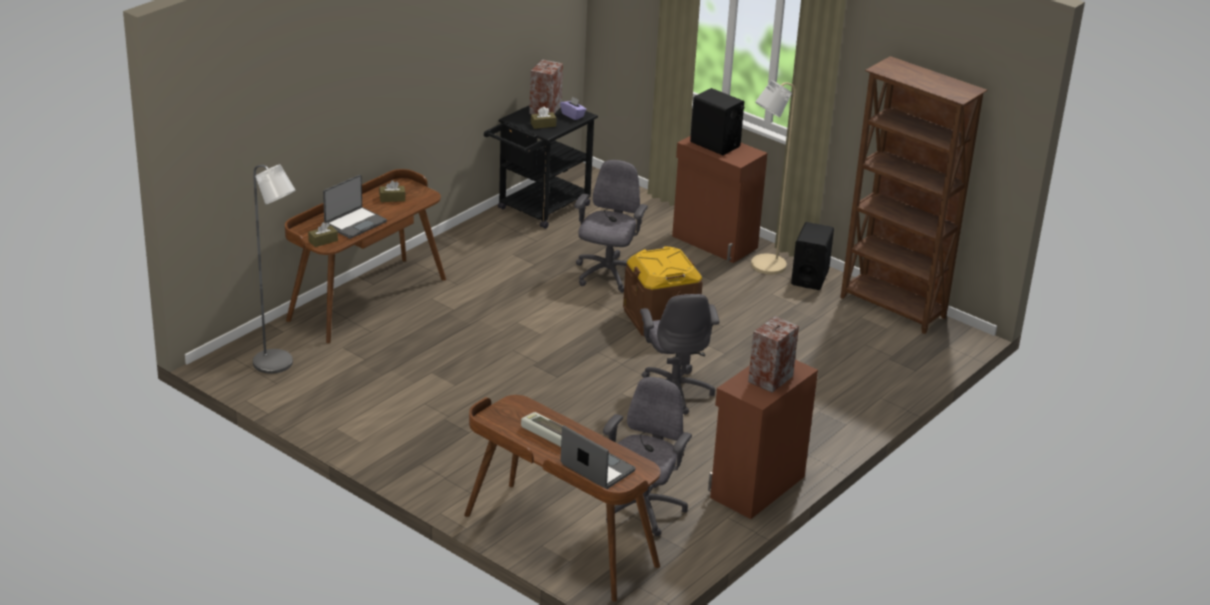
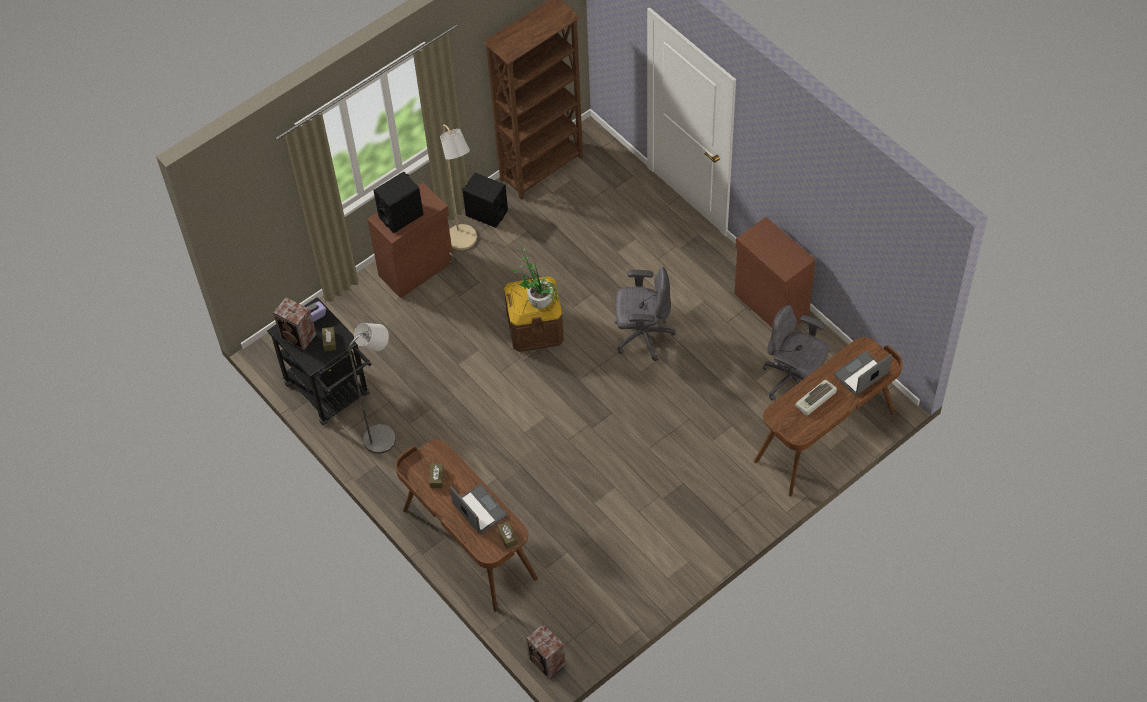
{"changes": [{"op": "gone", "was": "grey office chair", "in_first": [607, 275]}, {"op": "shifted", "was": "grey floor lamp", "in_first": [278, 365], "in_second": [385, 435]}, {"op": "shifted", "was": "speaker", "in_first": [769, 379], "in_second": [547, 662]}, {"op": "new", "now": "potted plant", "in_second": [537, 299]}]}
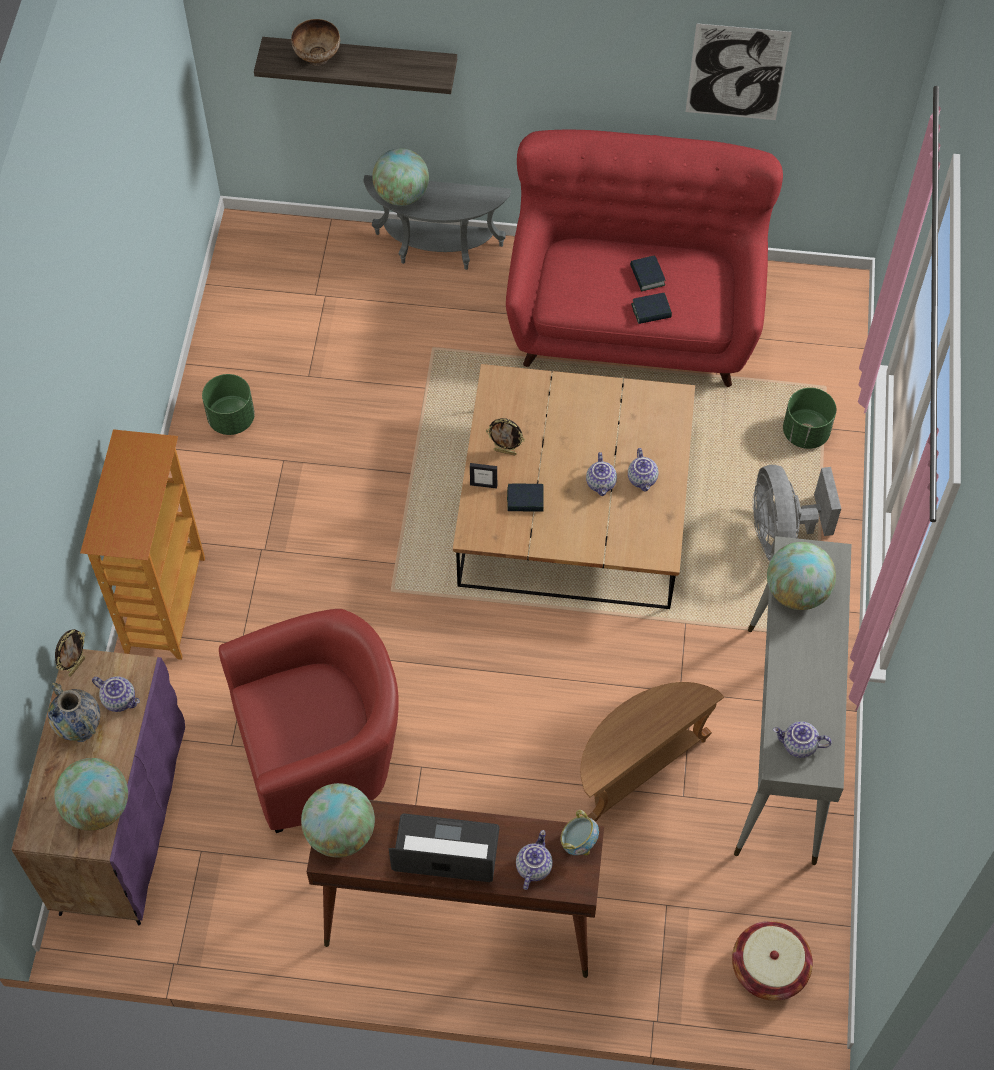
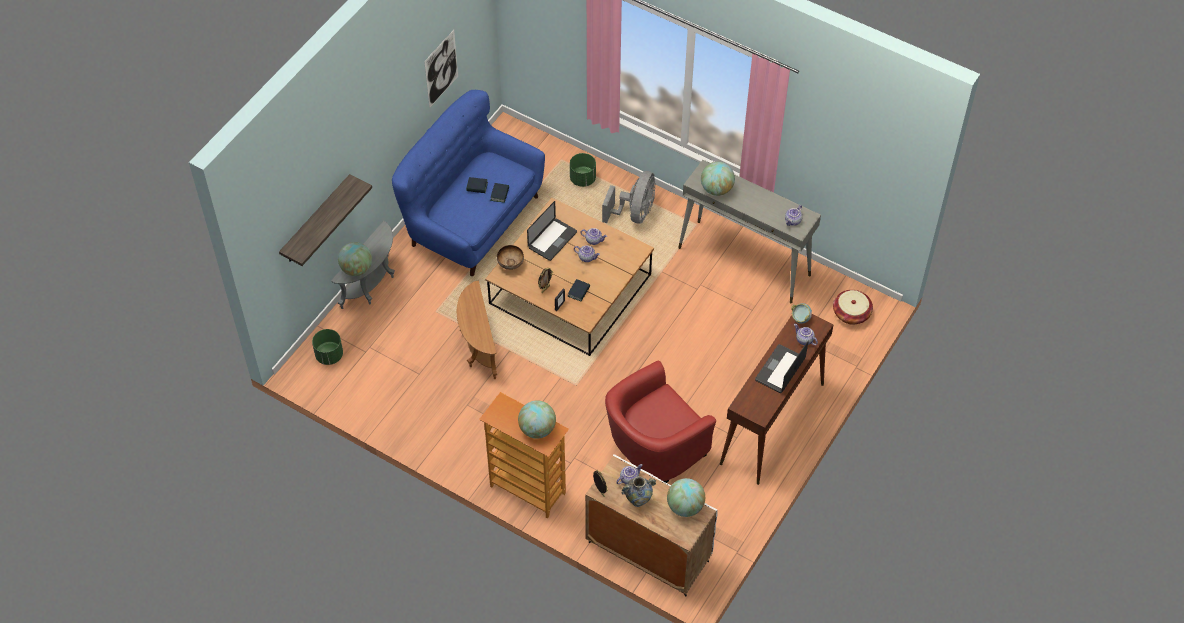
{"changes": [{"op": "shifted", "was": "bowl", "in_first": [317, 57], "in_second": [510, 265]}, {"op": "repainted", "was": "red sofa", "now": "blue sofa", "in_first": [633, 318], "in_second": [471, 218]}, {"op": "shifted", "was": "green planter", "in_first": [231, 418], "in_second": [329, 355]}, {"op": "rotated", "was": "grey fan", "in_first": [781, 535], "in_second": [634, 213], "clockwise": -90}, {"op": "rotated", "was": "red armchair", "in_first": [322, 753], "in_second": [653, 448], "clockwise": -135}, {"op": "repainted", "was": "purple cabinet", "now": "white cabinet", "in_first": [121, 822], "in_second": [647, 551]}, {"op": "shifted", "was": "brown side table", "in_first": [636, 769], "in_second": [478, 348]}, {"op": "shifted", "was": "globe", "in_first": [340, 833], "in_second": [537, 429]}, {"op": "new", "now": "laptop", "in_second": [552, 240]}]}
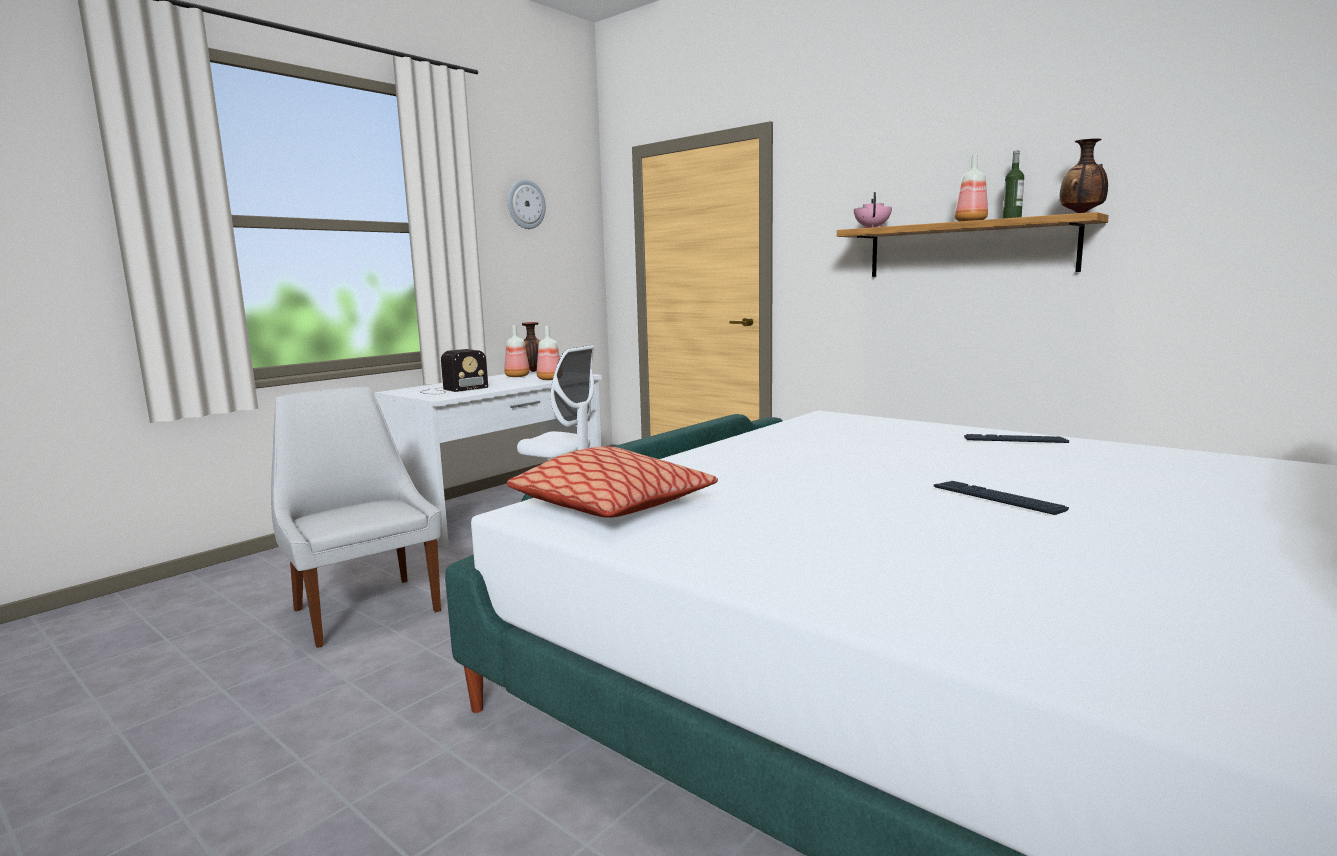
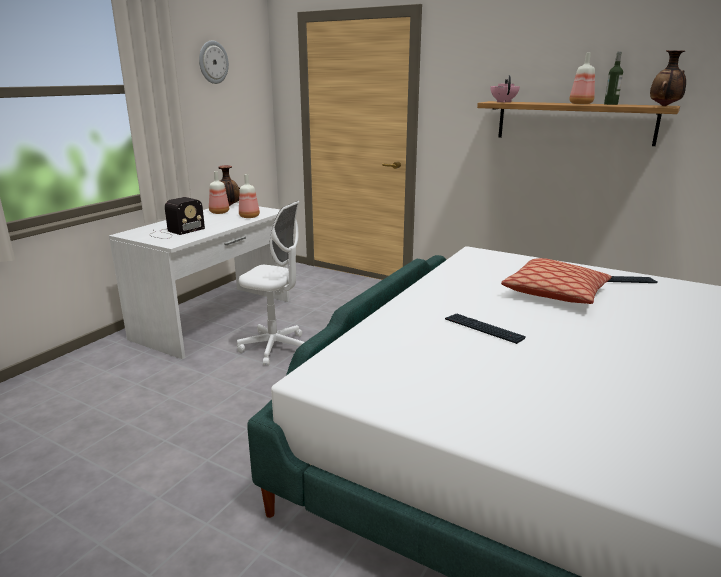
{"changes": [{"op": "gone", "was": "white chair", "in_first": [365, 608]}, {"op": "shifted", "was": "pillow", "in_first": [613, 506], "in_second": [555, 293]}, {"op": "shifted", "was": "keyboard", "in_first": [997, 499], "in_second": [483, 329]}]}
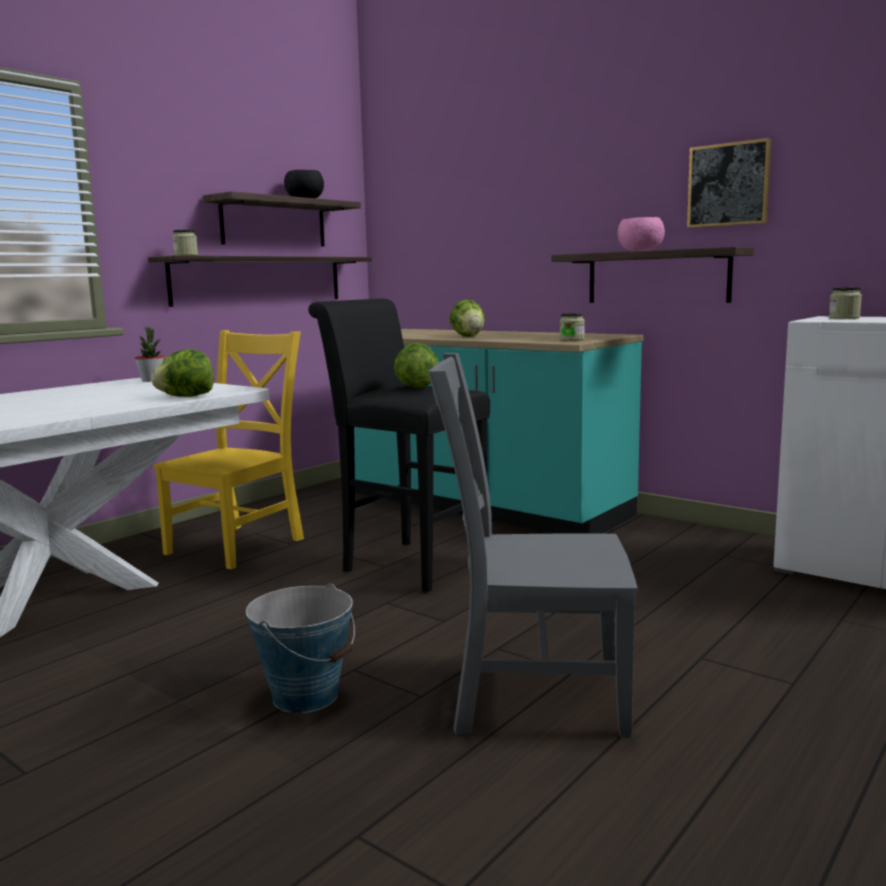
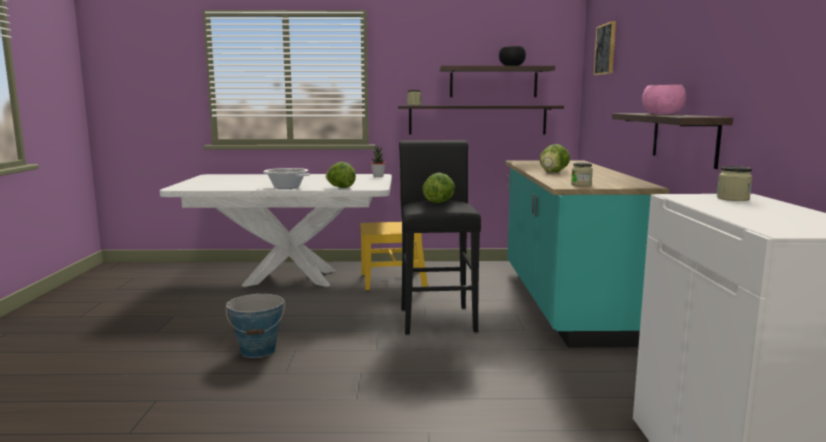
{"changes": [{"op": "shifted", "was": "picture", "in_first": [728, 184], "in_second": [606, 49]}, {"op": "gone", "was": "grey chair", "in_first": [529, 694]}, {"op": "new", "now": "cooking pot", "in_second": [286, 187]}]}
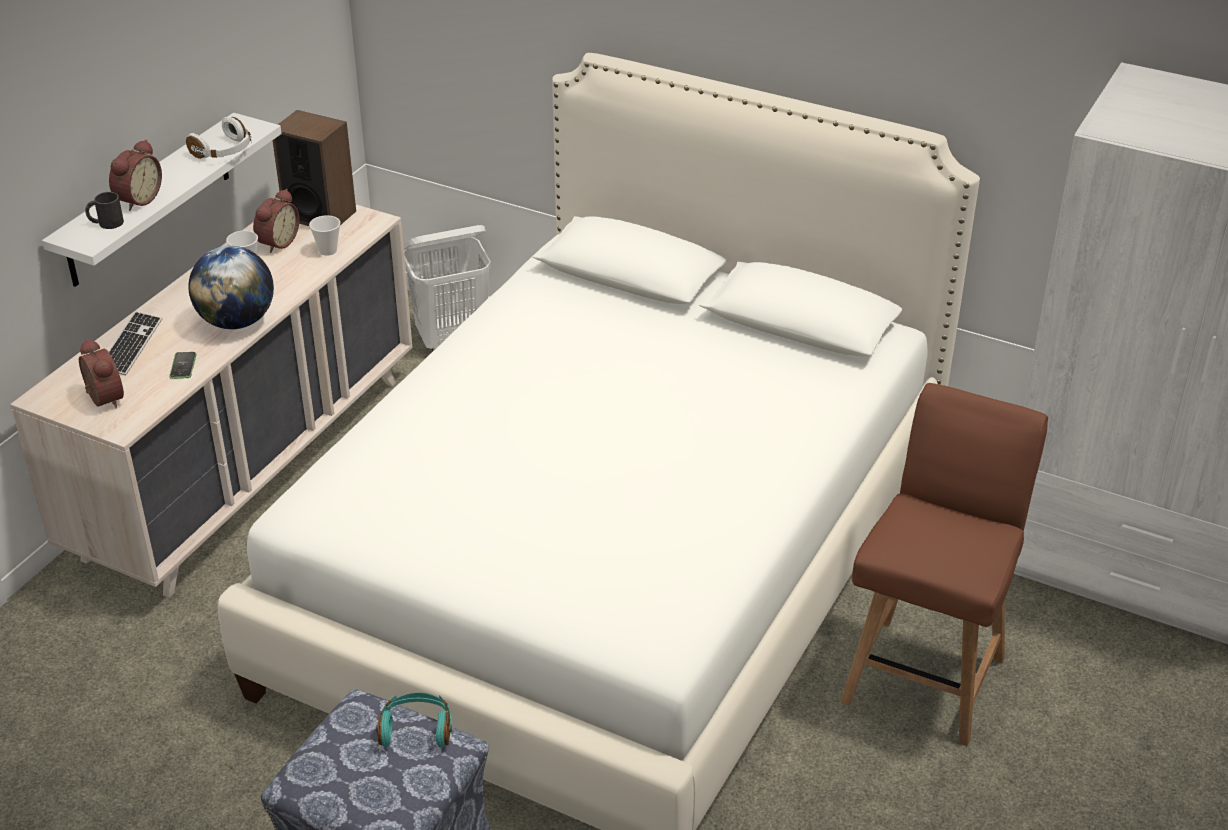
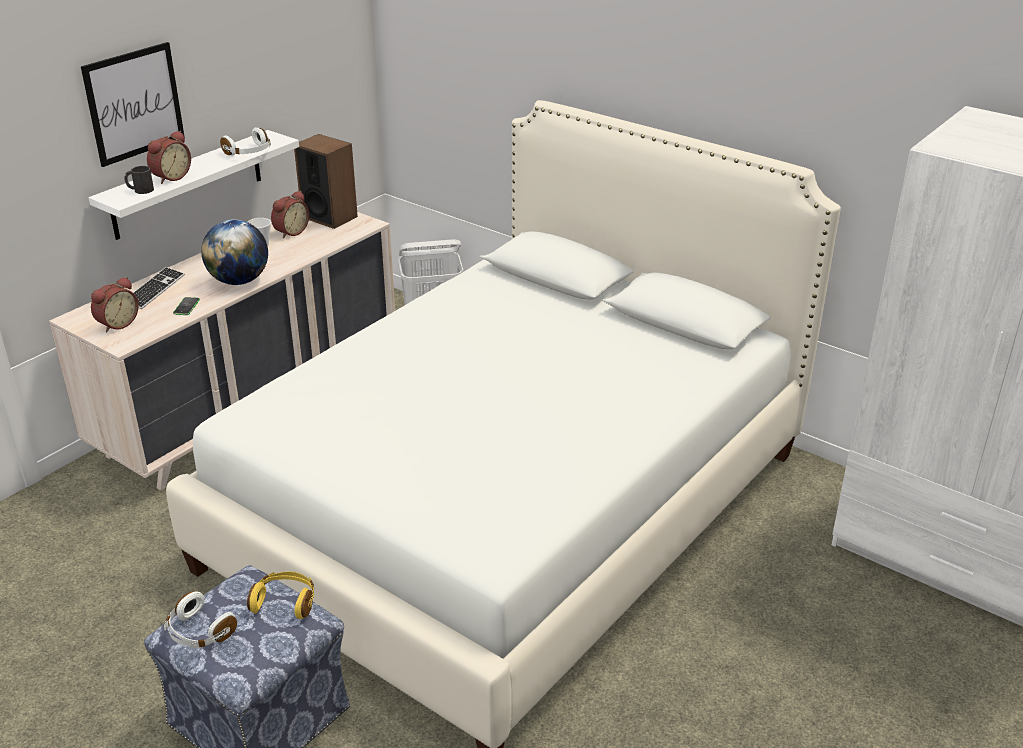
{"changes": [{"op": "gone", "was": "cup", "in_first": [328, 250]}, {"op": "rotated", "was": "alarm clock", "in_first": [102, 399], "in_second": [117, 324], "clockwise": 60}, {"op": "gone", "was": "brown chair", "in_first": [925, 677]}, {"op": "repainted", "was": "turquoise headphones", "now": "yellow headphones", "in_first": [416, 729], "in_second": [285, 602]}, {"op": "new", "now": "picture", "in_second": [134, 103]}, {"op": "new", "now": "white headphones", "in_second": [199, 632]}]}
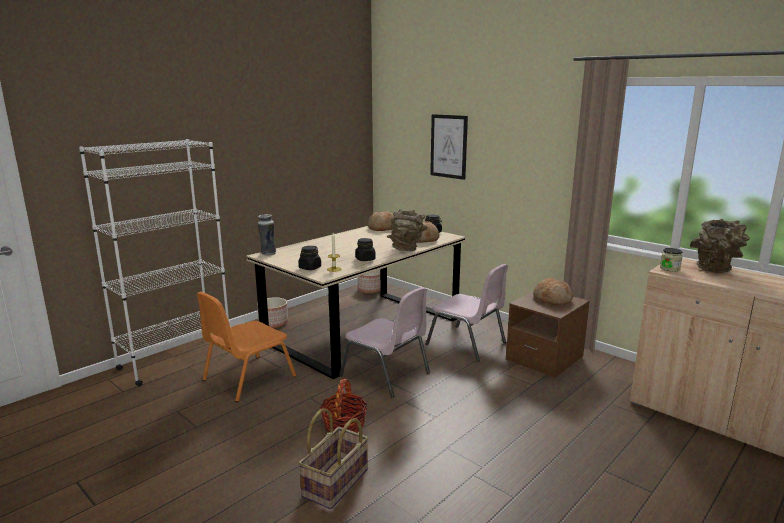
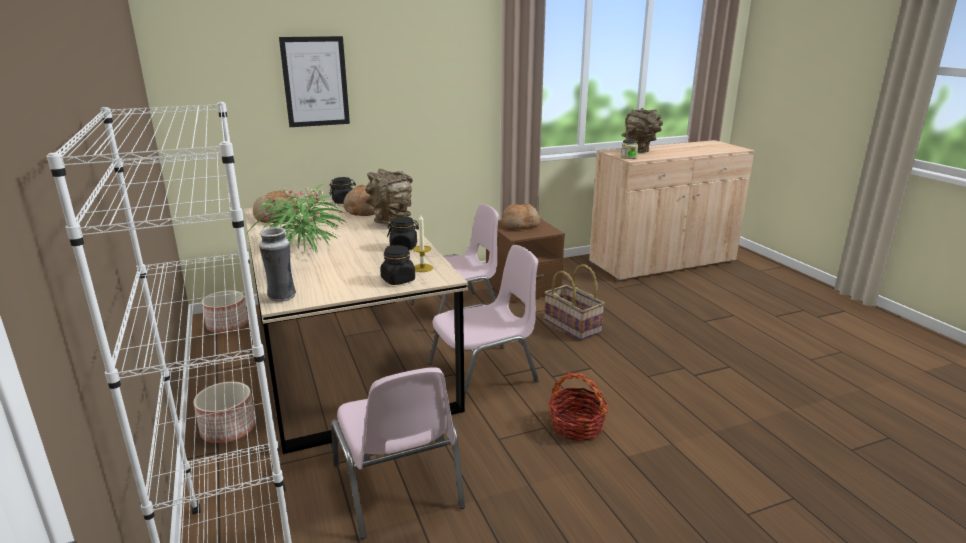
{"changes": [{"op": "repainted", "was": "orange chair", "now": "pink chair", "in_first": [247, 378], "in_second": [398, 487]}, {"op": "shifted", "was": "basket", "in_first": [336, 483], "in_second": [573, 326]}, {"op": "new", "now": "potted plant", "in_second": [303, 243]}]}
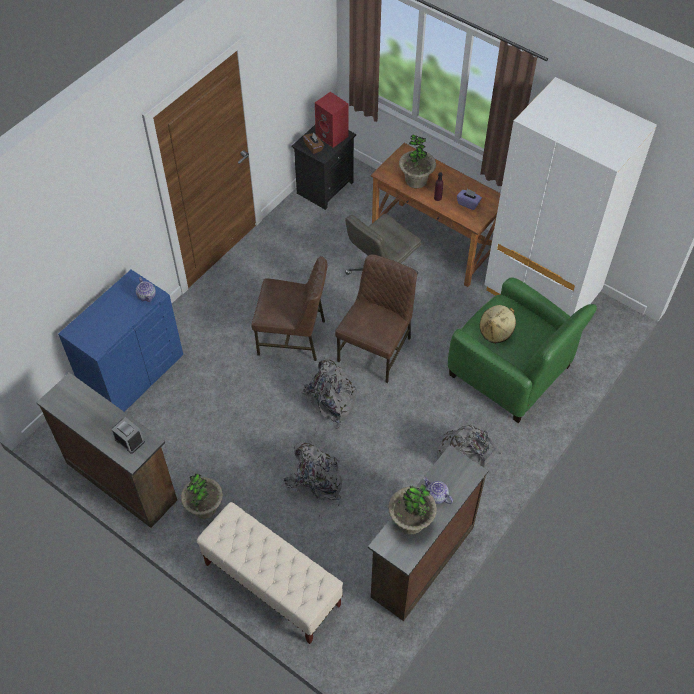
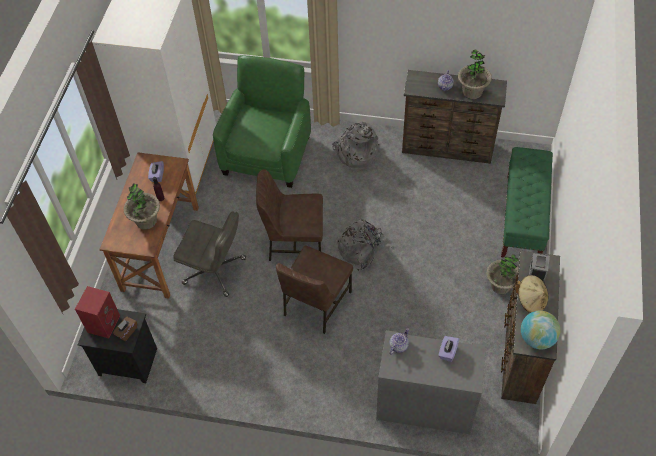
{"changes": [{"op": "rotated", "was": "brown chair", "in_first": [293, 337], "in_second": [316, 304], "clockwise": -135}, {"op": "repainted", "was": "blue dresser", "now": "grey dresser", "in_first": [132, 374], "in_second": [425, 406]}, {"op": "shifted", "was": "beige hat", "in_first": [496, 331], "in_second": [531, 300]}, {"op": "gone", "was": "grey backpack", "in_first": [316, 484]}, {"op": "repainted", "was": "beige bench", "now": "green bench", "in_first": [272, 584], "in_second": [522, 218]}, {"op": "new", "now": "globe", "in_second": [537, 338]}, {"op": "new", "now": "purple tissue box", "in_second": [447, 352]}]}
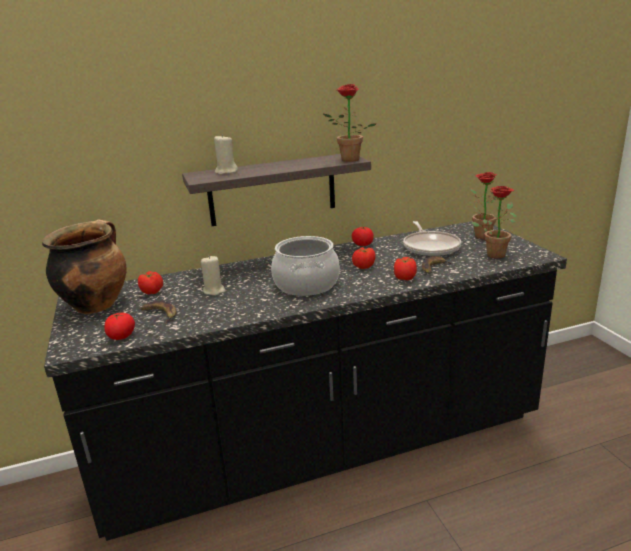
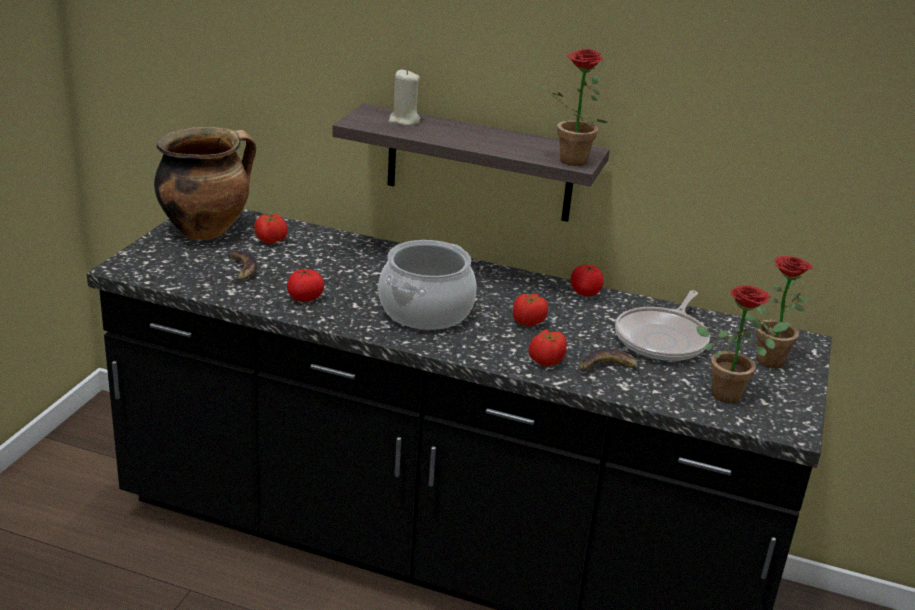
{"changes": [{"op": "gone", "was": "beige candle", "in_first": [214, 291]}, {"op": "shifted", "was": "tomato", "in_first": [121, 336], "in_second": [305, 298]}]}
